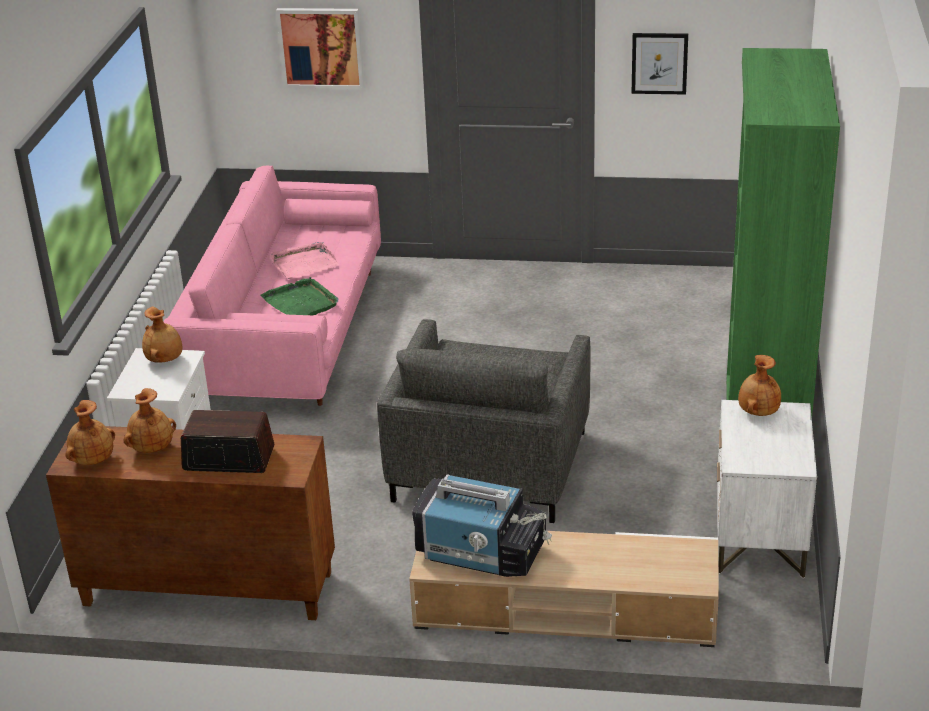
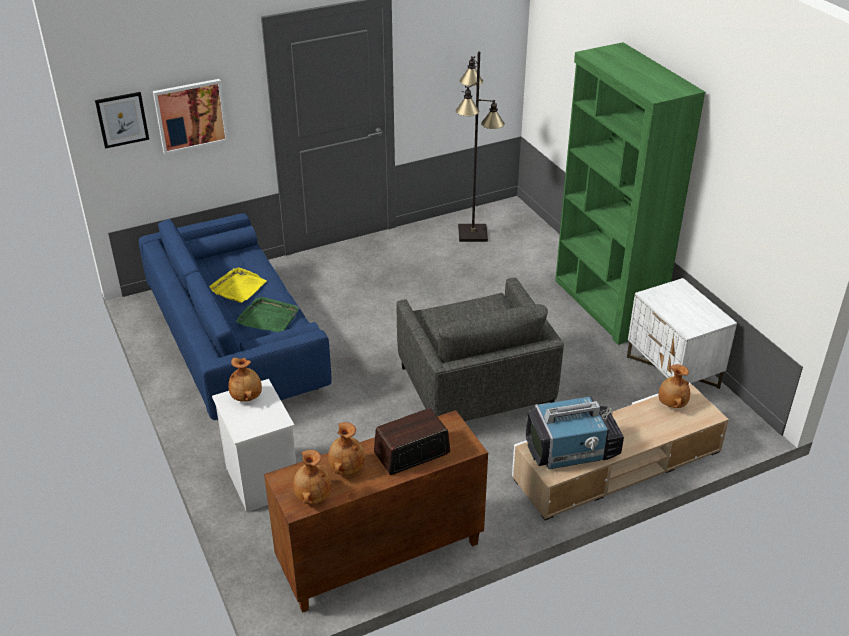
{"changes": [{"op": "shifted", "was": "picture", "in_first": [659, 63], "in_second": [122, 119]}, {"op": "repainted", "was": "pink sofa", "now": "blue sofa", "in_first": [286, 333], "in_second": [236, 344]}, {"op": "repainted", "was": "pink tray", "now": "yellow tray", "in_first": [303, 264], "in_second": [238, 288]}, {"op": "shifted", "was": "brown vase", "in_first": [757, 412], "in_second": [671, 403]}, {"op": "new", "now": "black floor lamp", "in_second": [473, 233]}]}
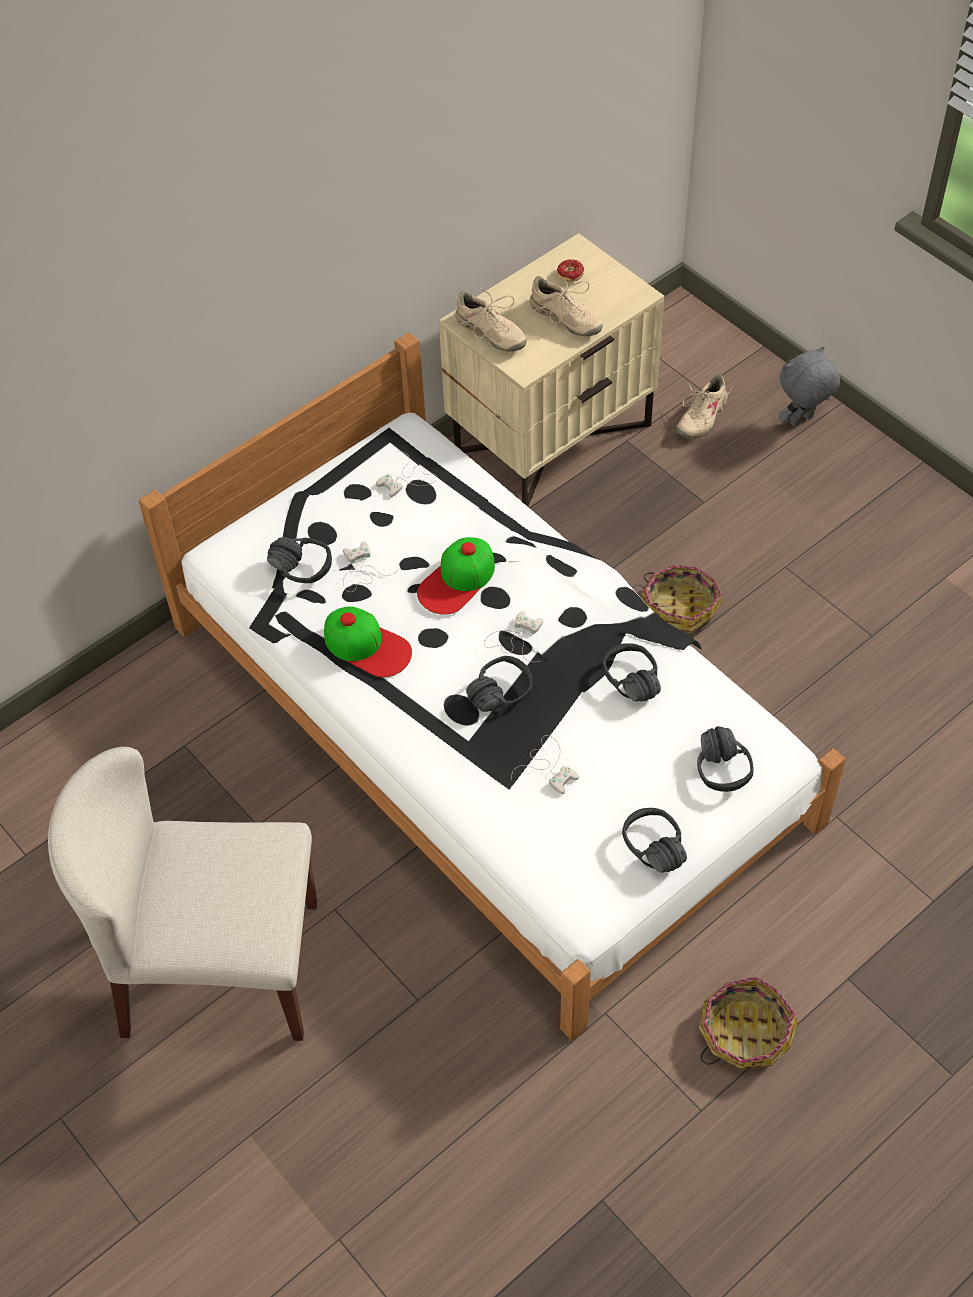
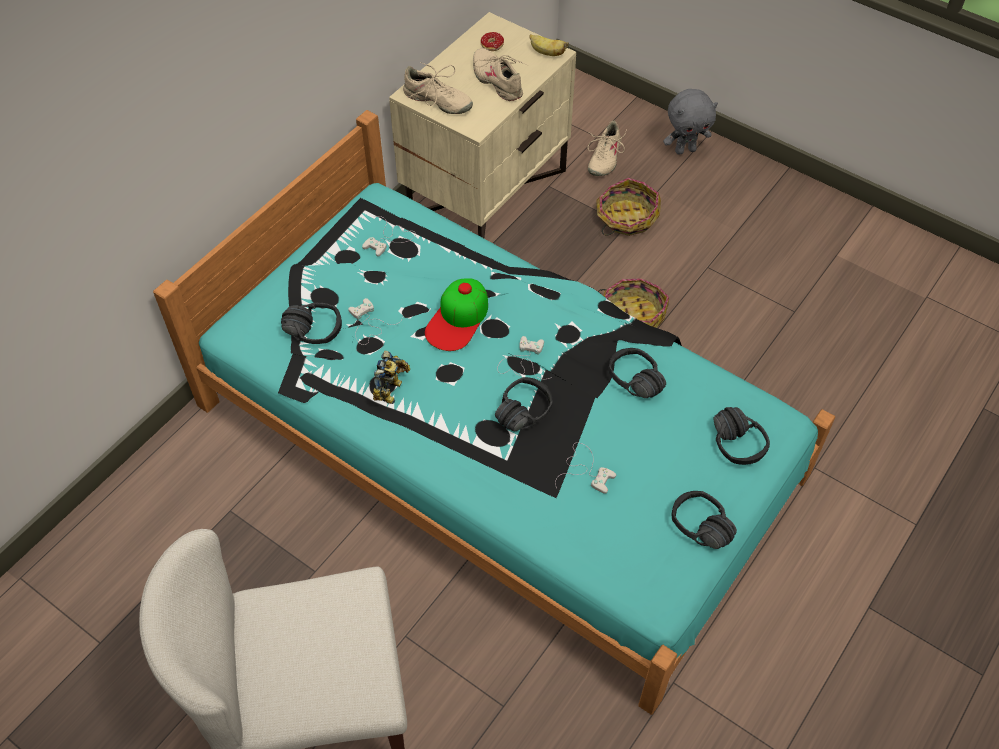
{"changes": [{"op": "rotated", "was": "beige shoe", "in_first": [565, 318], "in_second": [498, 81], "clockwise": -150}, {"op": "repainted", "was": "white bed", "now": "turquoise bed", "in_first": [487, 721], "in_second": [497, 439]}, {"op": "rotated", "was": "grey plush toy", "in_first": [802, 421], "in_second": [685, 150], "clockwise": -150}, {"op": "swapped", "was": "cap", "now": "toy robot", "in_first": [367, 646], "in_second": [392, 390]}, {"op": "shifted", "was": "basket", "in_first": [744, 1032], "in_second": [626, 217]}, {"op": "new", "now": "banana", "in_second": [546, 53]}]}
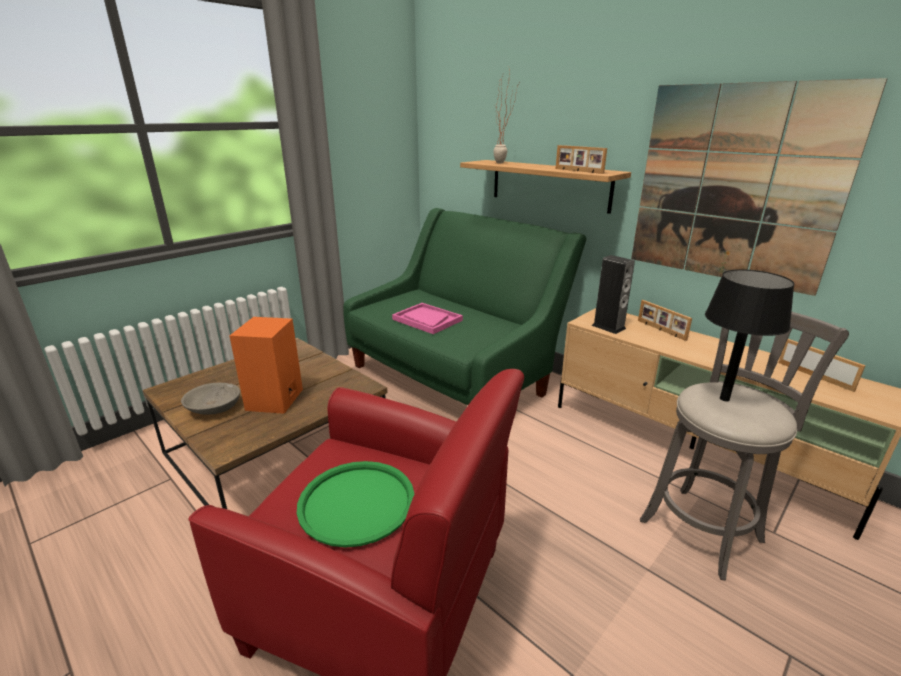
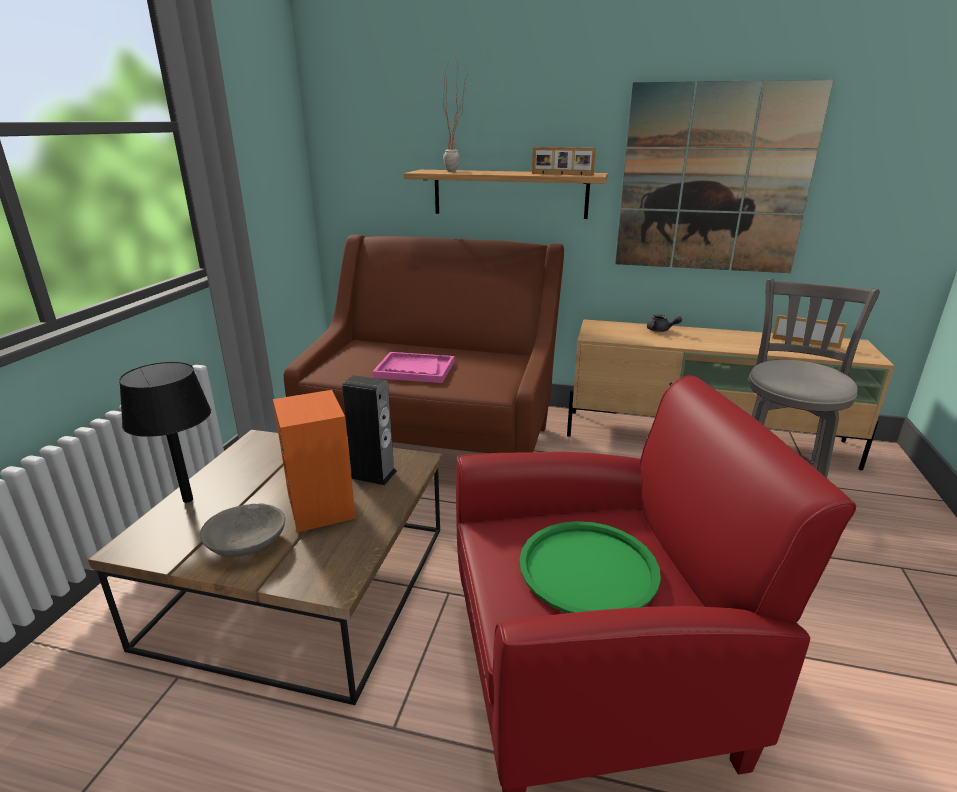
{"changes": [{"op": "repainted", "was": "green sofa", "now": "brown sofa", "in_first": [454, 375], "in_second": [434, 433]}, {"op": "shifted", "was": "speaker", "in_first": [608, 327], "in_second": [373, 474]}, {"op": "shifted", "was": "black table lamp", "in_first": [724, 399], "in_second": [188, 500]}, {"op": "swapped", "was": "picture frame", "now": "grey teapot", "in_first": [660, 330], "in_second": [661, 330]}]}
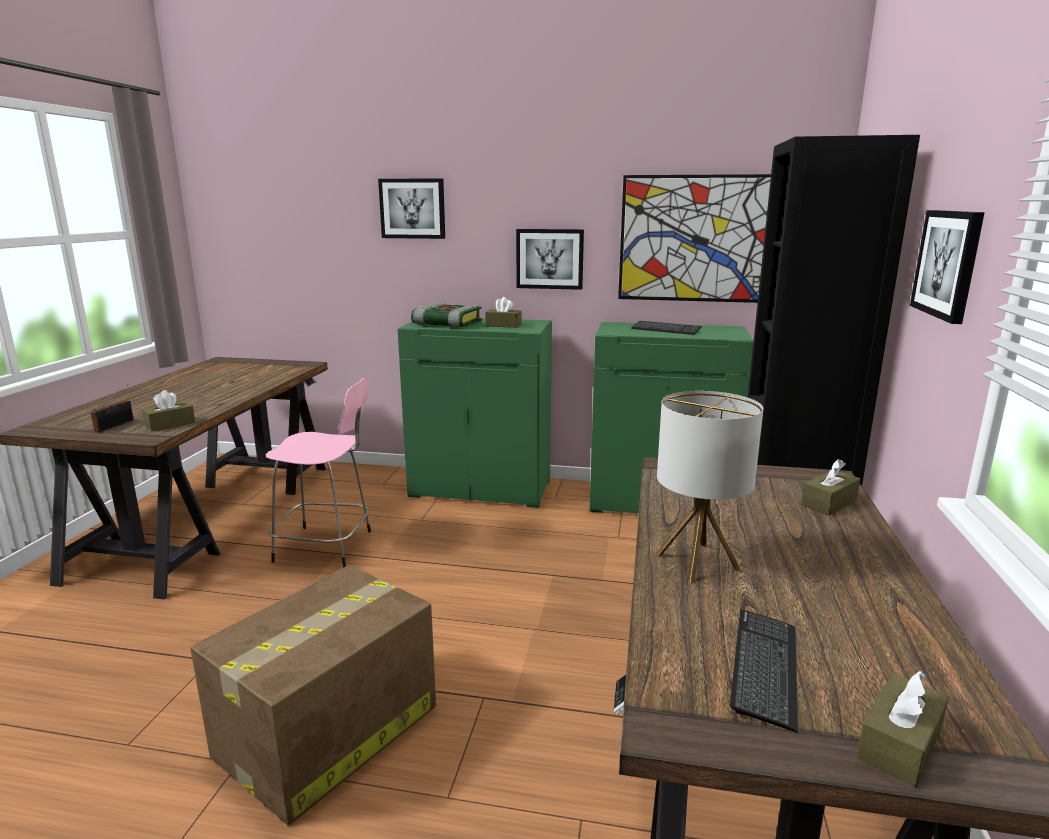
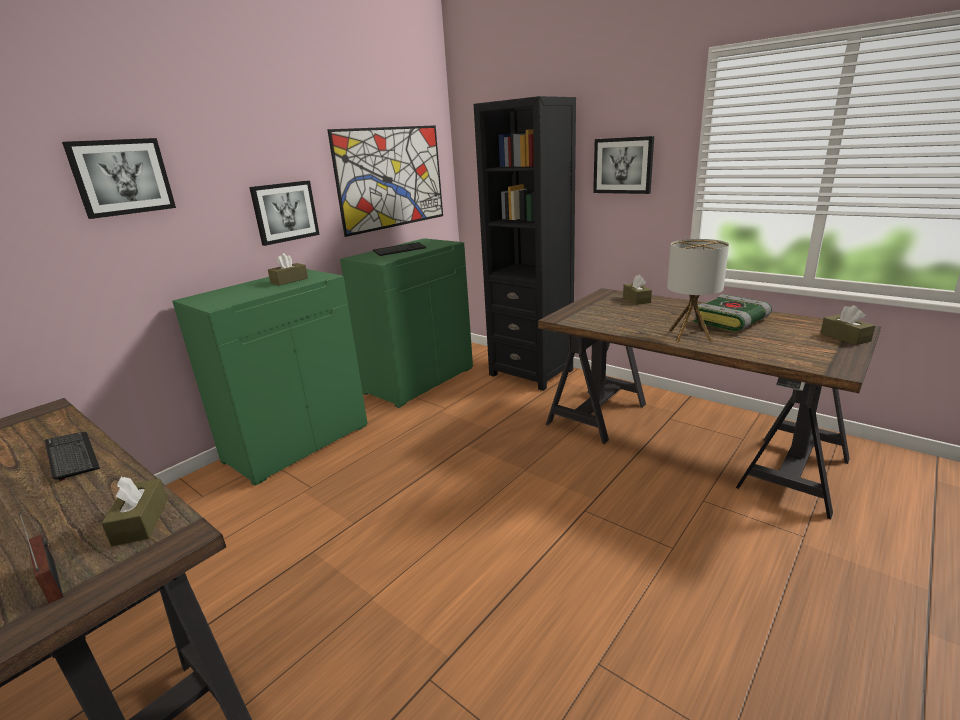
{"changes": [{"op": "shifted", "was": "book", "in_first": [446, 324], "in_second": [731, 322]}, {"op": "gone", "was": "pink stool", "in_first": [327, 546]}, {"op": "gone", "was": "cardboard box", "in_first": [326, 733]}, {"op": "shifted", "was": "keyboard", "in_first": [764, 668], "in_second": [72, 456]}]}
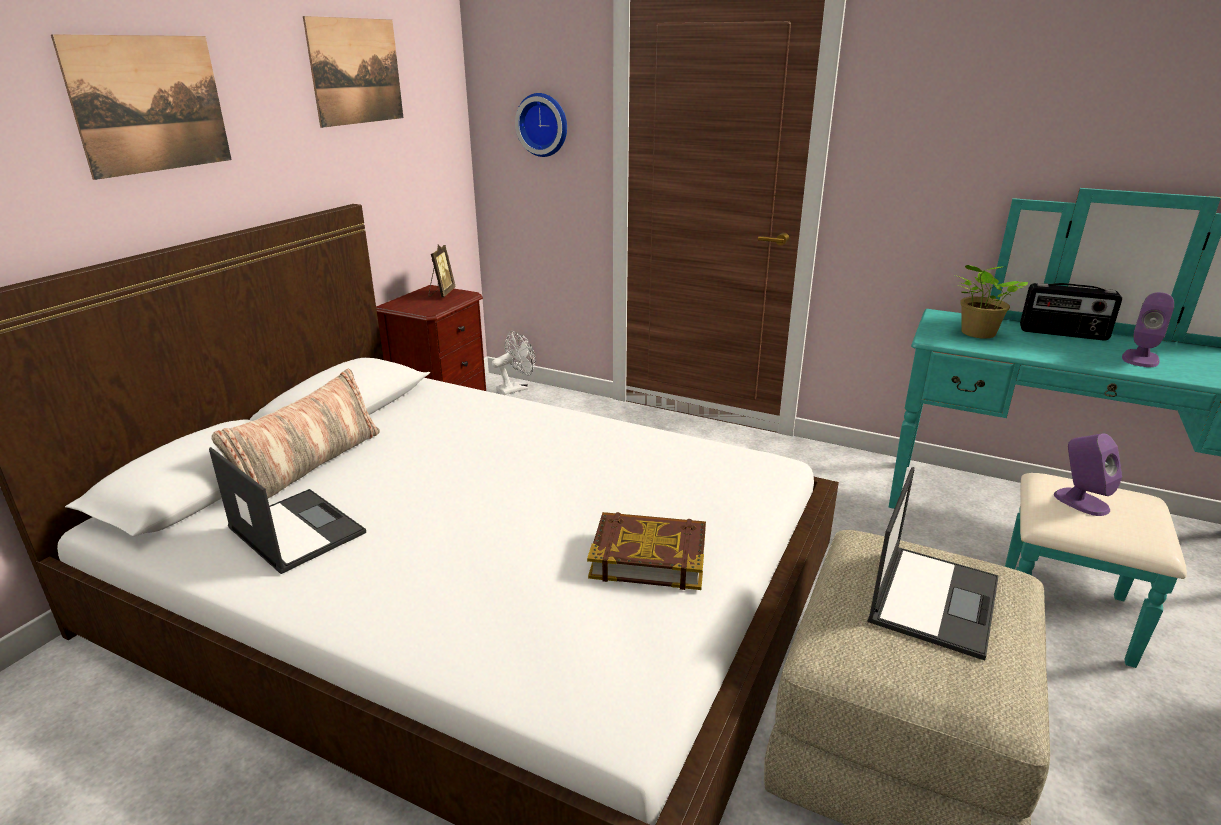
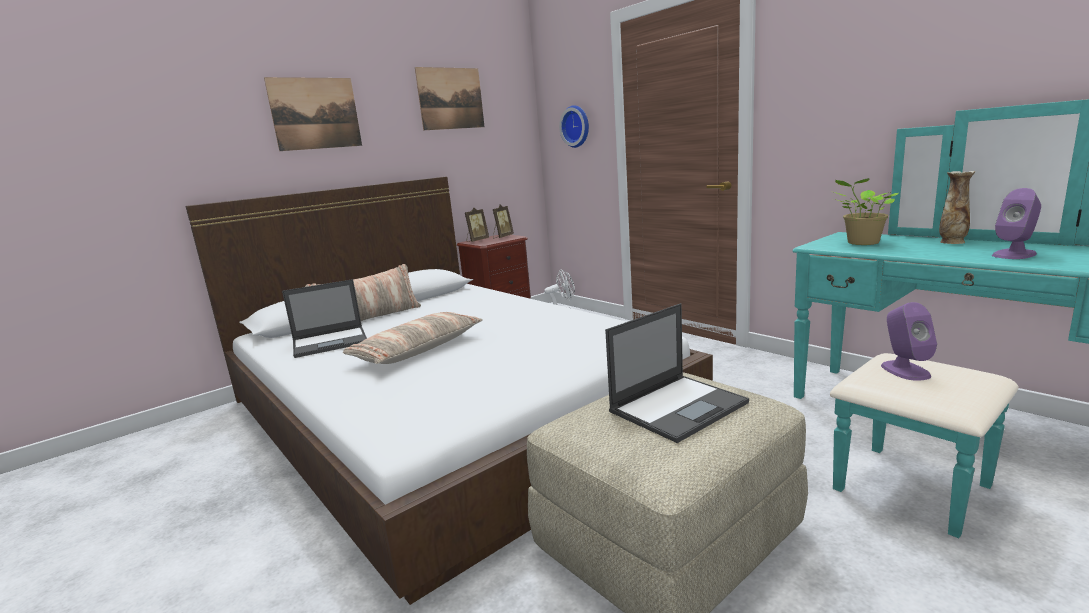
{"changes": [{"op": "swapped", "was": "radio", "now": "vase", "in_first": [1063, 334], "in_second": [952, 242]}, {"op": "rotated", "was": "laptop", "in_first": [295, 530], "in_second": [331, 342], "clockwise": 90}, {"op": "gone", "was": "book", "in_first": [649, 557]}, {"op": "new", "now": "picture frame", "in_second": [477, 241]}, {"op": "new", "now": "pillow", "in_second": [417, 349]}]}
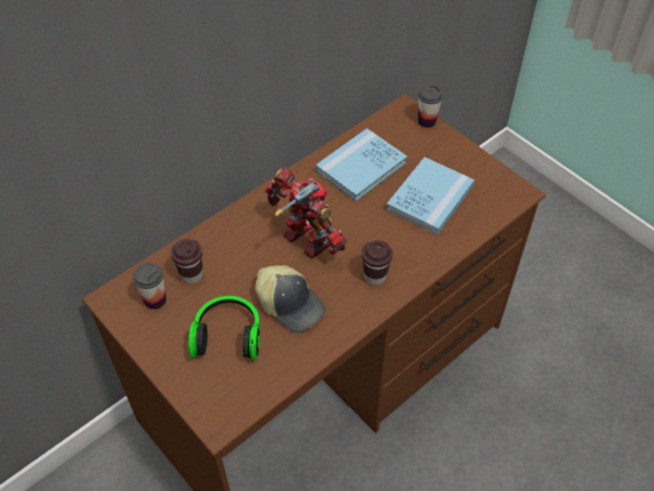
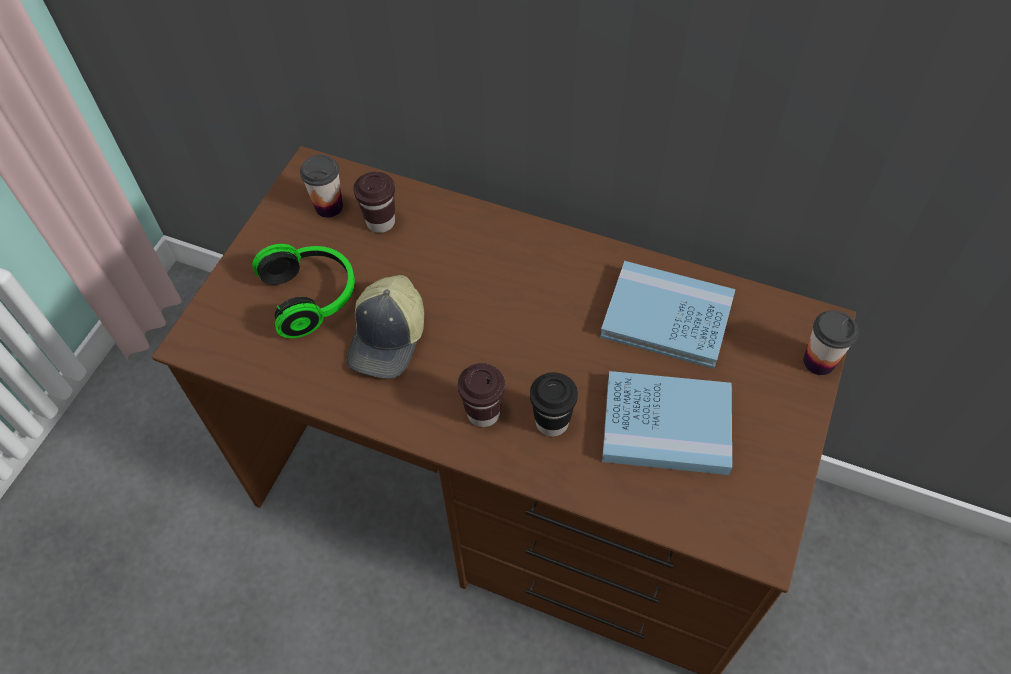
{"changes": [{"op": "gone", "was": "toy robot", "in_first": [305, 242]}, {"op": "new", "now": "black cup", "in_second": [552, 422]}]}
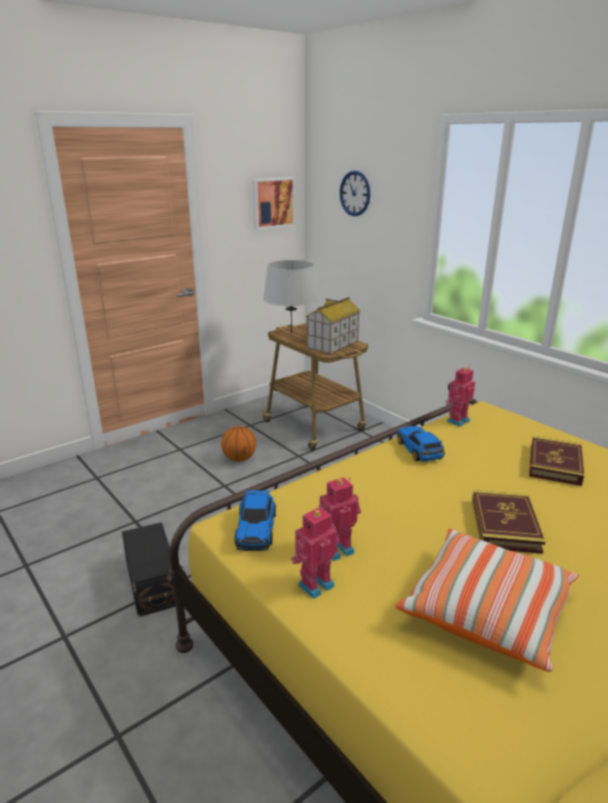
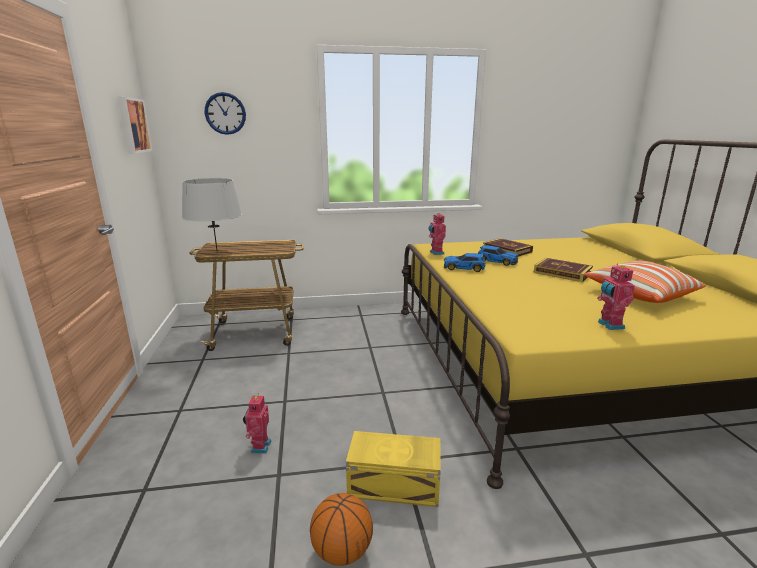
{"changes": [{"op": "gone", "was": "toy house", "in_first": [332, 344]}, {"op": "shifted", "was": "basketball", "in_first": [239, 459], "in_second": [342, 551]}, {"op": "shifted", "was": "toy robot", "in_first": [336, 549], "in_second": [259, 446]}, {"op": "shifted", "was": "toy car", "in_first": [256, 528], "in_second": [496, 261]}, {"op": "repainted", "was": "black storage box", "now": "yellow storage box", "in_first": [151, 584], "in_second": [395, 486]}]}
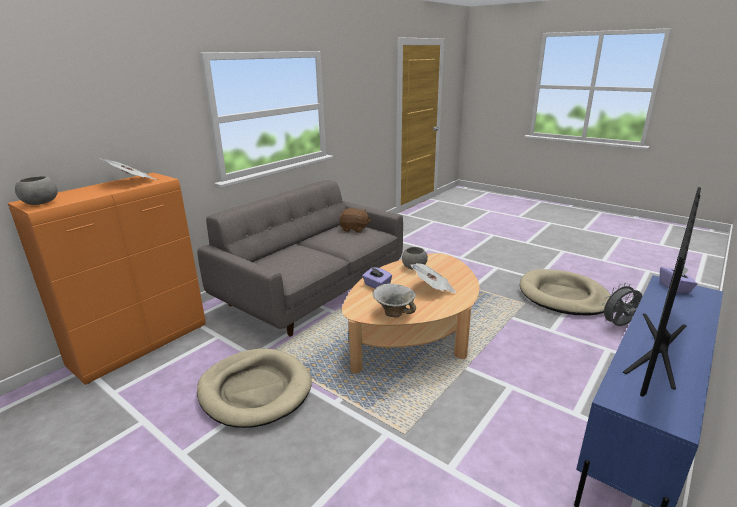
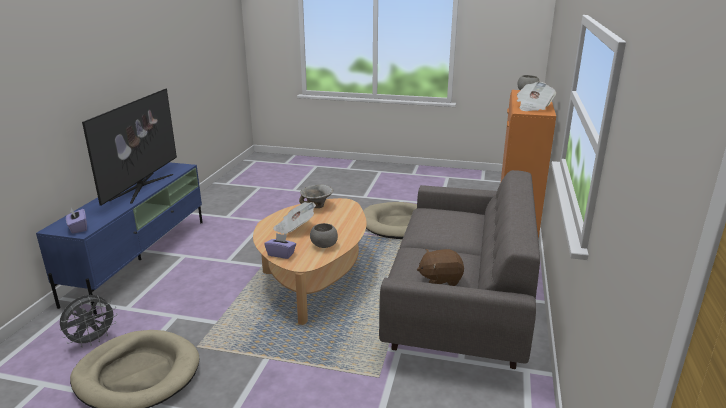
{"changes": [{"op": "shifted", "was": "purple tissue box", "in_first": [377, 286], "in_second": [281, 254]}]}
